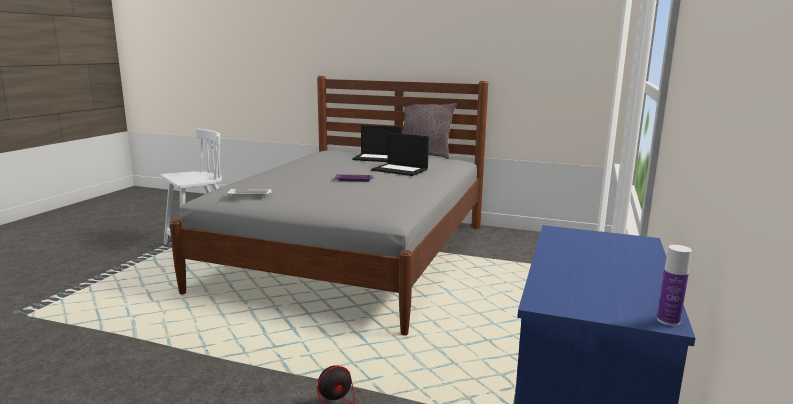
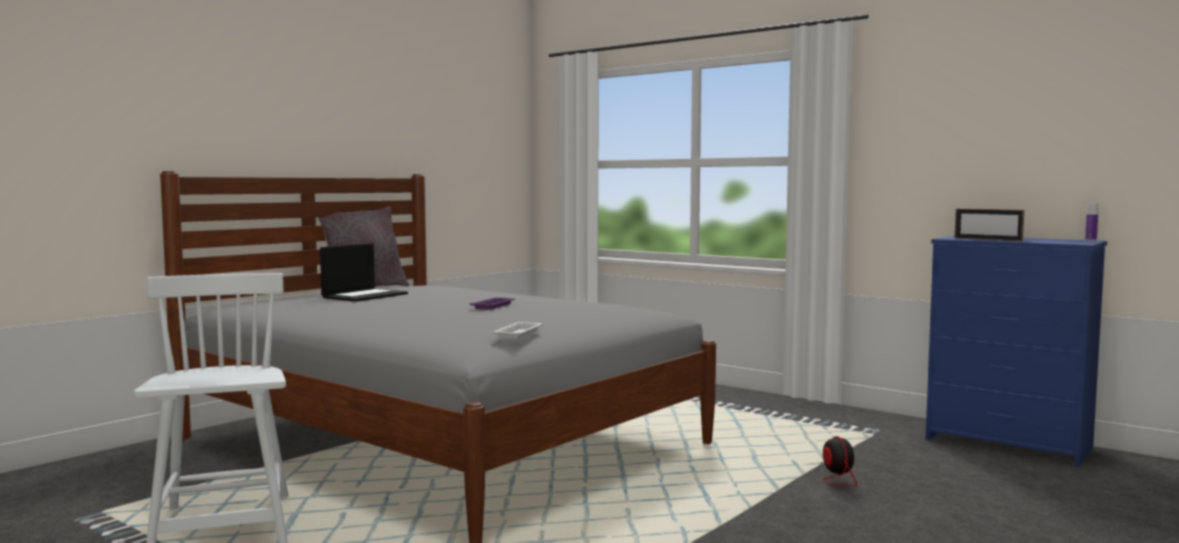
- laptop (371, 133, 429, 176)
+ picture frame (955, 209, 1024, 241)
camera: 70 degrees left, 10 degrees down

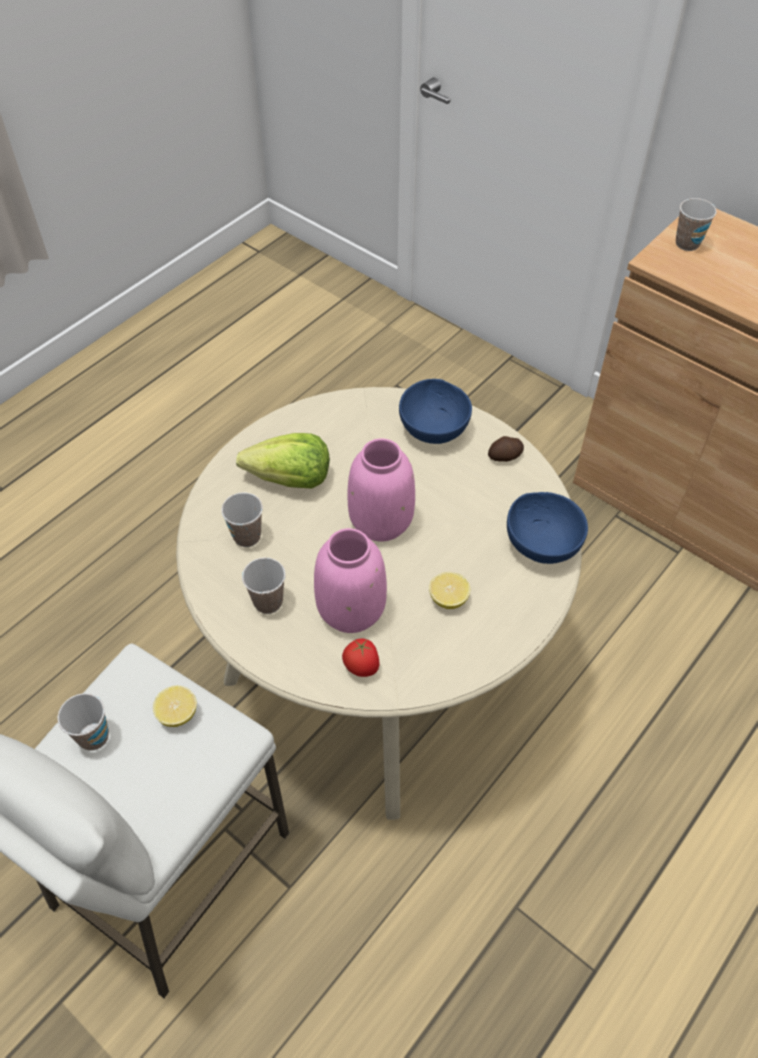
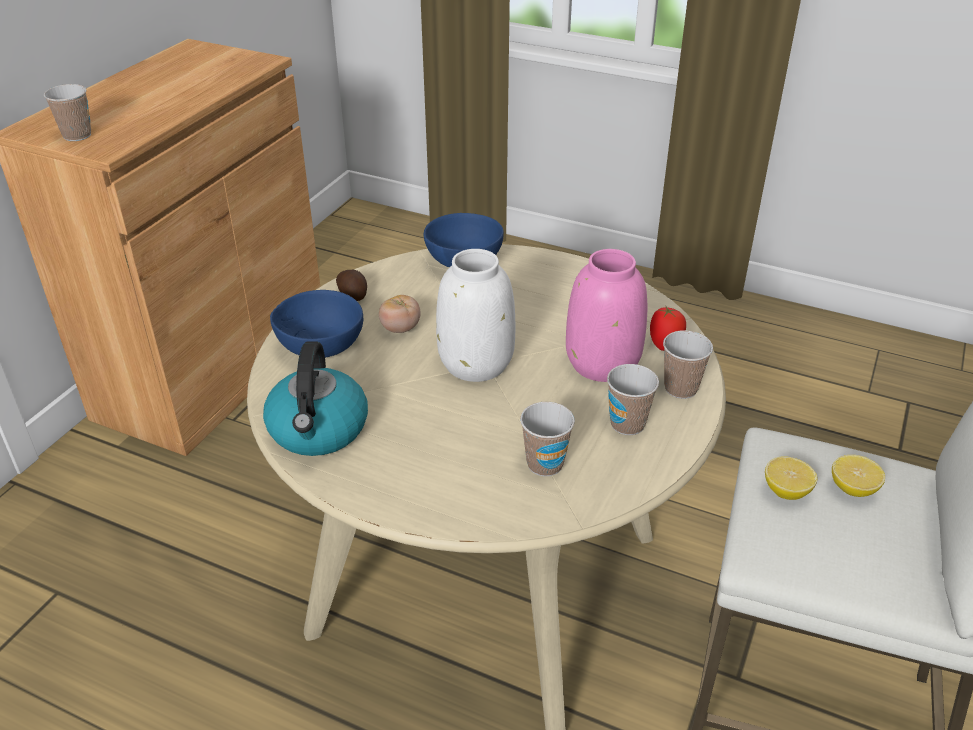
~ cup (57, 693, 109, 751) to (663, 330, 713, 399)
- lettuce (236, 433, 330, 489)
~ pink vase (348, 438, 415, 541) to white vase (436, 249, 515, 382)
~ lemon (429, 572, 470, 609) to (832, 455, 885, 497)
+ kettle (263, 342, 368, 456)
+ tomato (379, 295, 421, 333)
camera: 105 degrees left, 15 degrees down

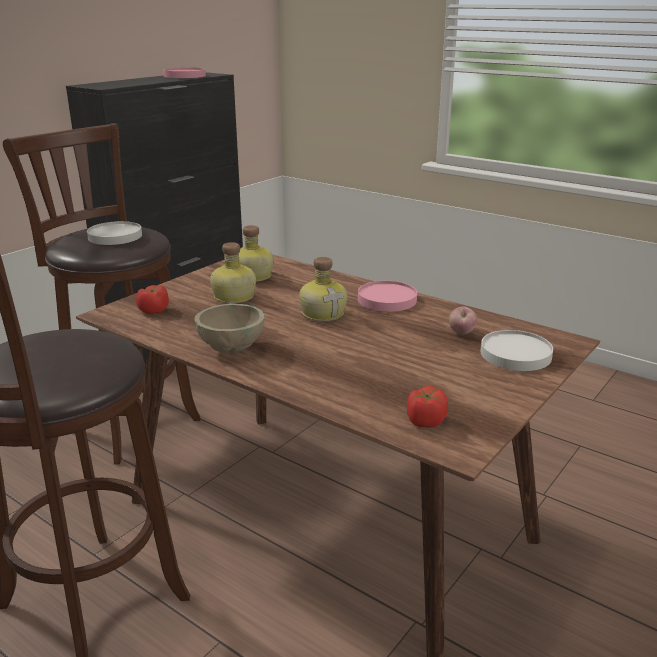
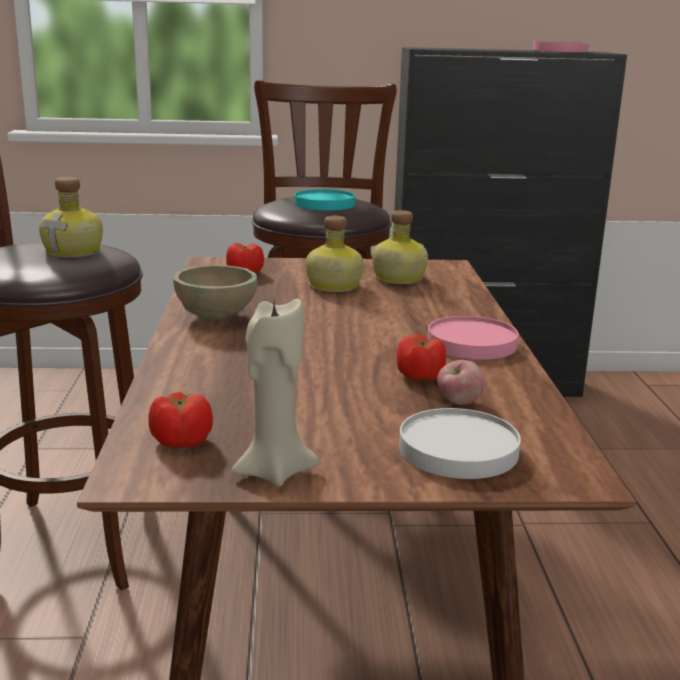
~ white plate (87, 221, 142, 245) to turquoise plate (295, 189, 355, 210)
~ bottle (299, 257, 347, 321) to (39, 177, 103, 258)
+ beige candle (231, 299, 319, 487)
+ tomato (397, 335, 446, 381)
camera: 50 degrees right, 5 degrees down

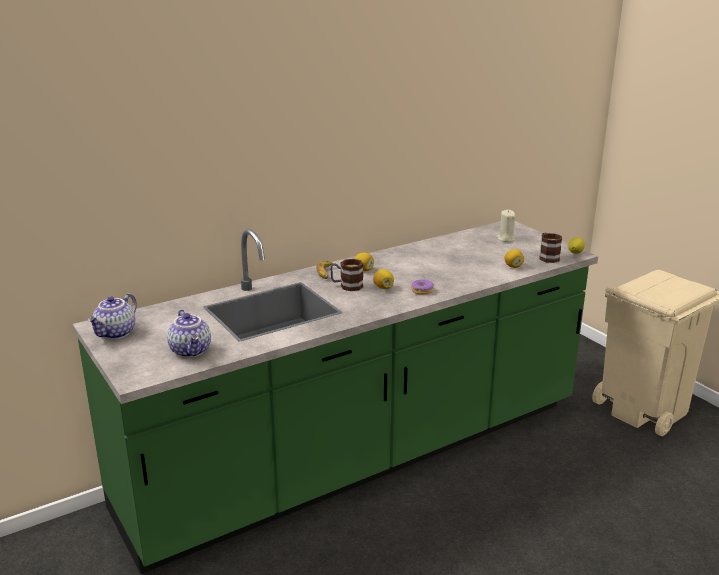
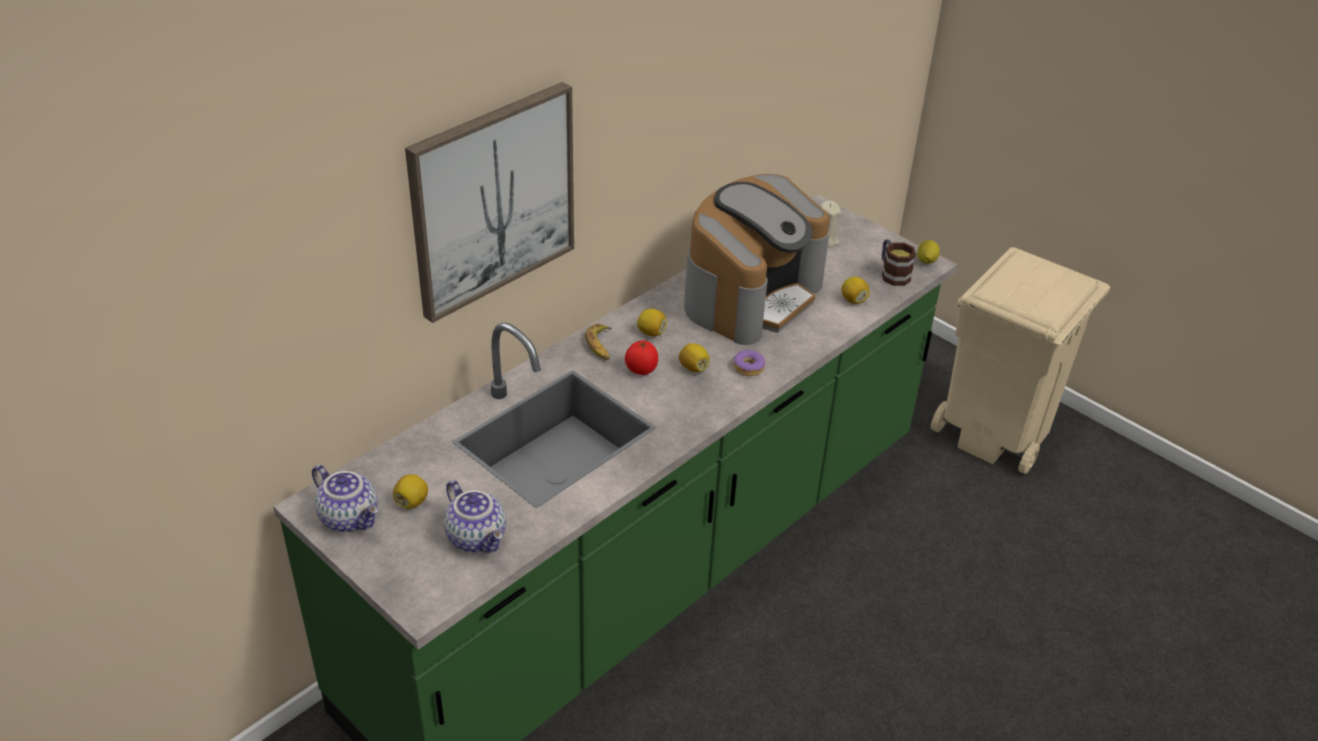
~ teapot (87, 293, 137, 339) = (312, 465, 378, 532) 60 degrees counterclockwise
~ mug (330, 259, 363, 291) to tomato (625, 340, 658, 375)
+ lemon (393, 474, 428, 509)
+ picture (405, 82, 574, 323)
+ coffee machine (684, 174, 830, 345)
camera: 15 degrees left, 15 degrees up

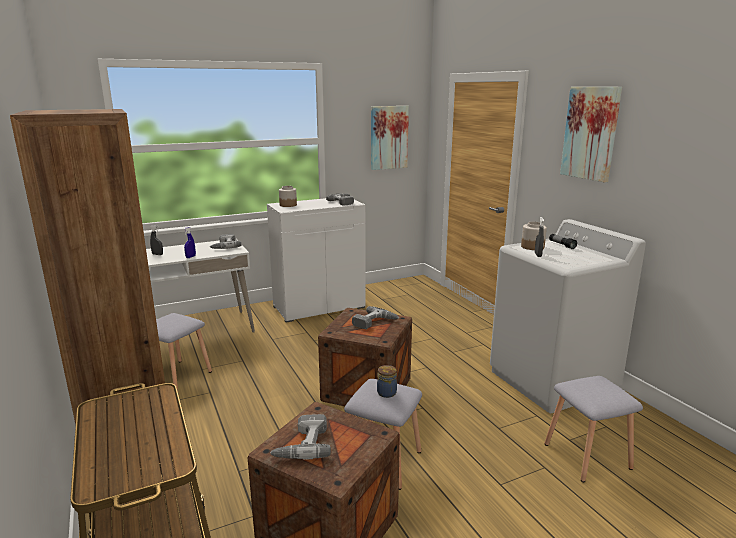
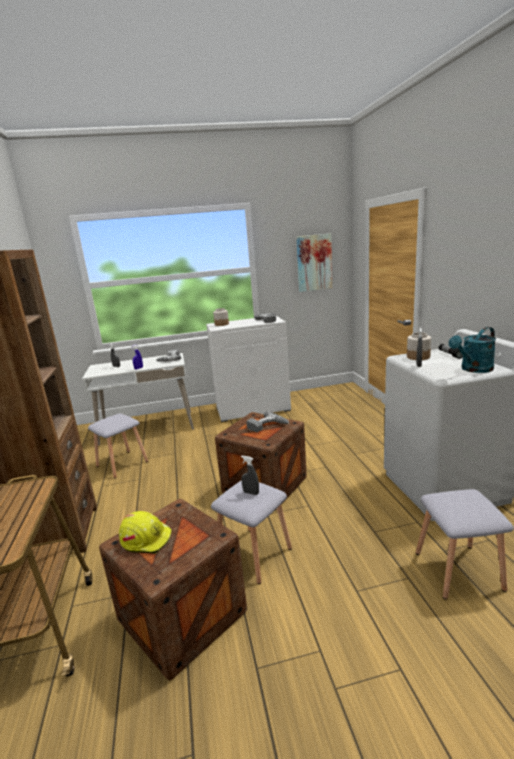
~ power drill (270, 414, 331, 460) to yellow hard hat (119, 511, 172, 554)
~ jar (377, 365, 397, 398) to grey spray bottle (241, 456, 259, 495)
- picture (560, 87, 622, 182)
+ turquoise watering can (449, 327, 496, 373)
camera: 15 degrees right, 0 degrees up

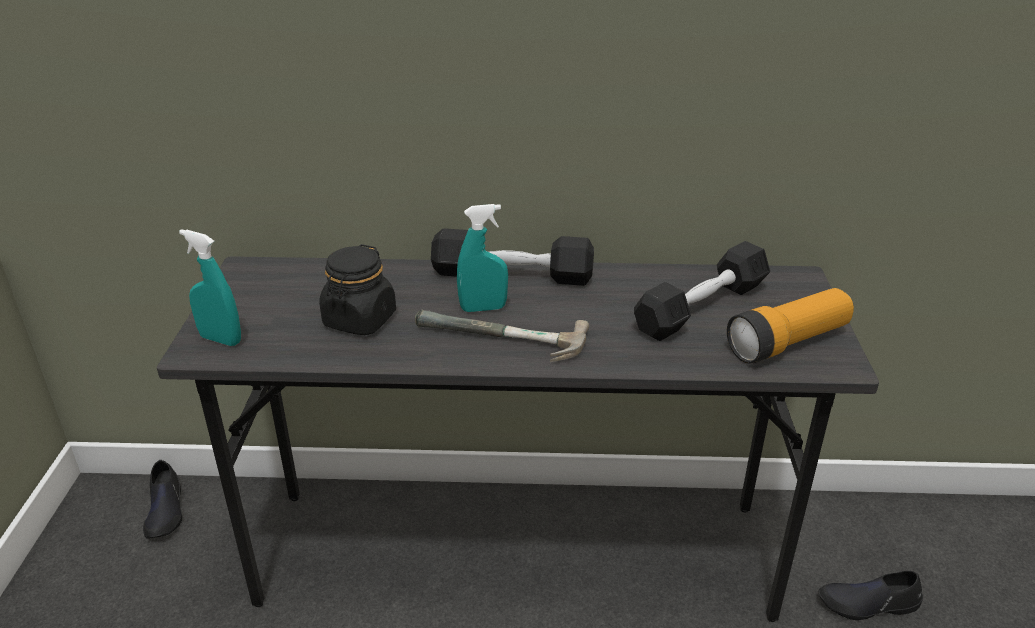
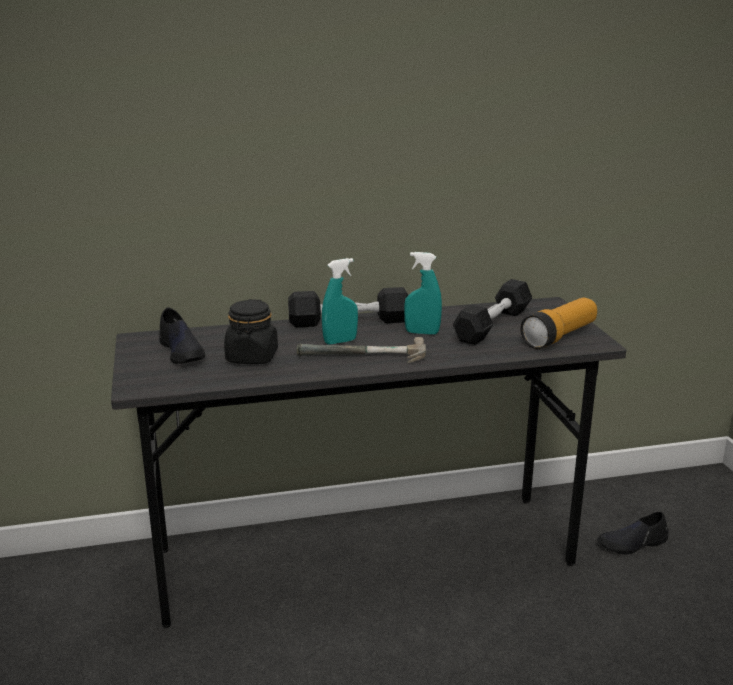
~ black shoe (143, 460, 182, 539) to (159, 307, 205, 364)
~ turquoise spray bottle (179, 229, 241, 346) to (404, 252, 442, 335)
camera: 15 degrees left, 10 degrees down

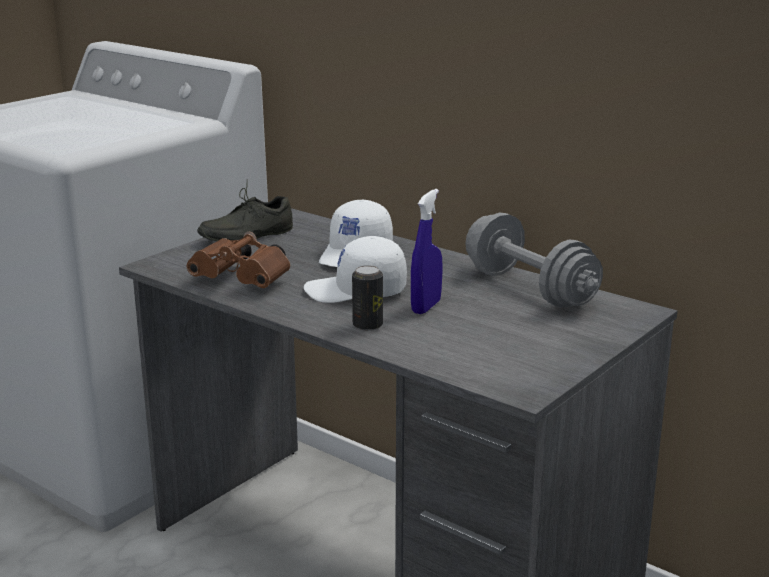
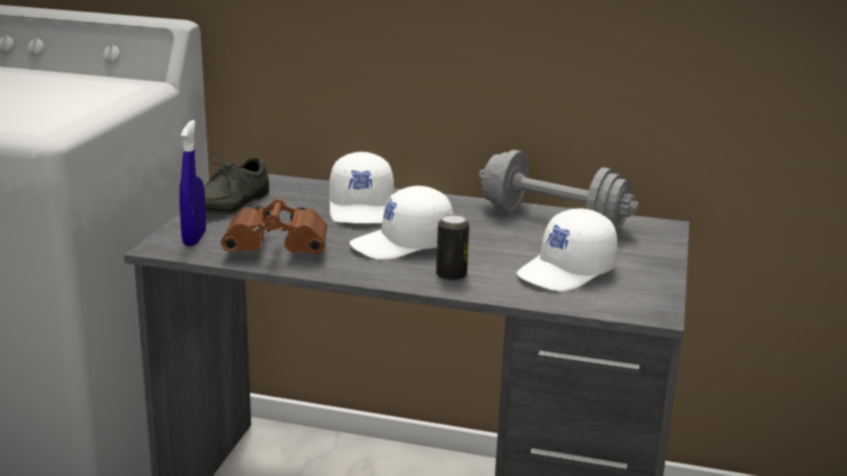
~ blue spray bottle (411, 189, 442, 314) to (179, 120, 206, 246)
+ white cap (516, 208, 618, 292)
camera: 25 degrees left, 0 degrees up

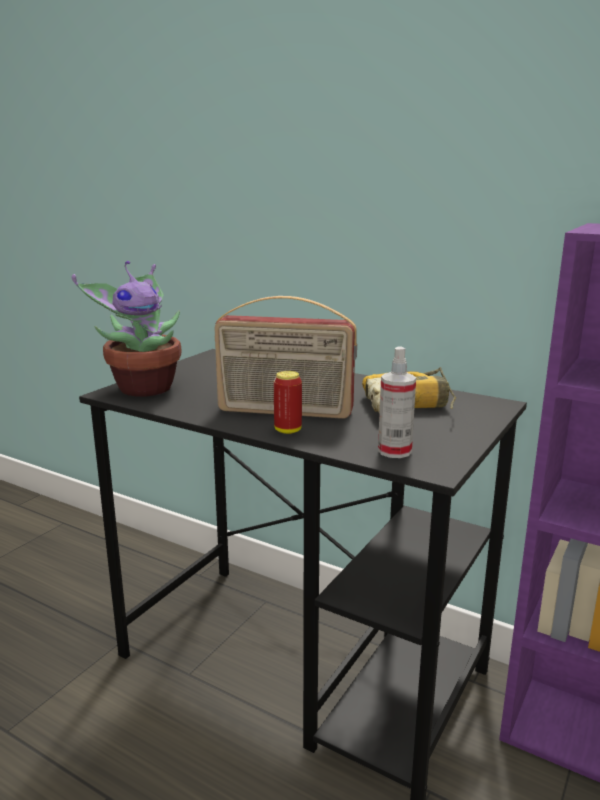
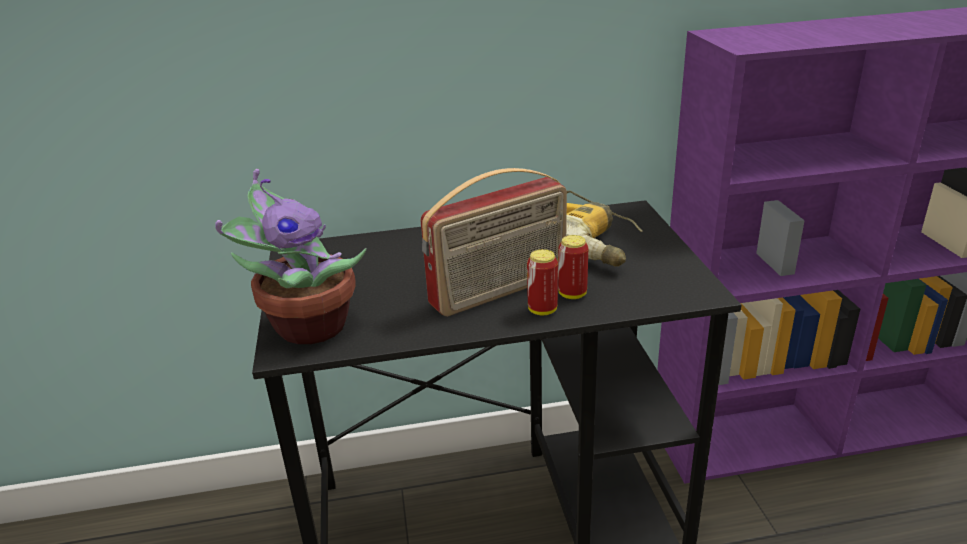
- spray bottle (378, 346, 416, 458)
+ can (558, 235, 588, 299)
camera: 40 degrees left, 10 degrees up

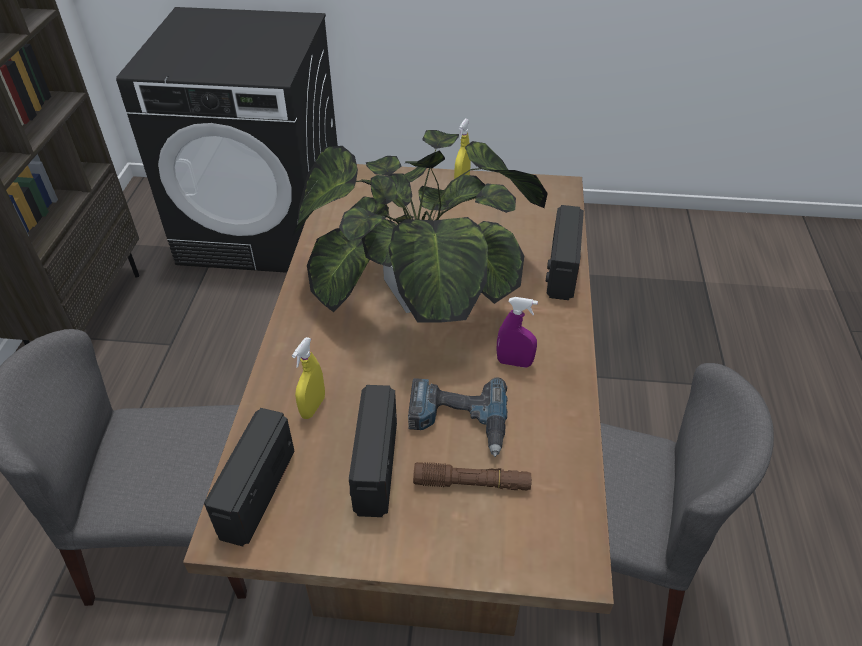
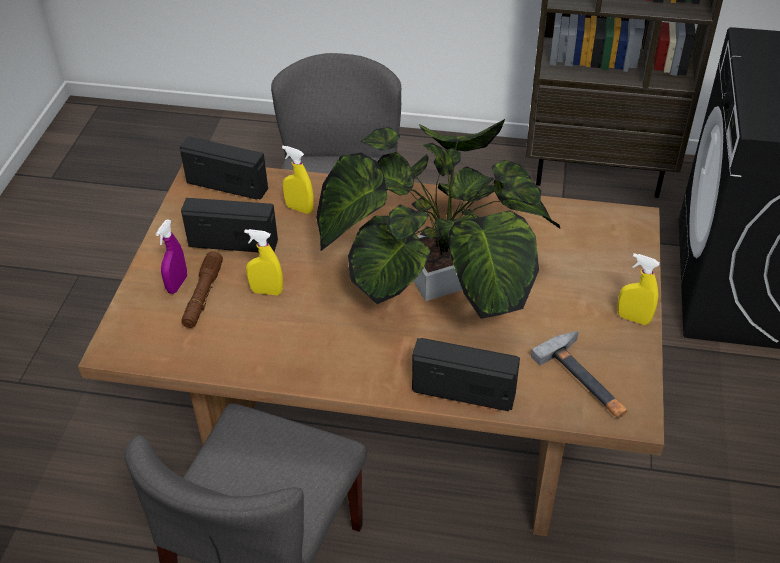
~ power drill (408, 377, 508, 457) to yellow spray bottle (244, 229, 283, 295)
~ purple spray bottle (496, 297, 538, 368) to (156, 219, 187, 294)
+ hammer (531, 331, 627, 418)
camera: 95 degrees right, 0 degrees up

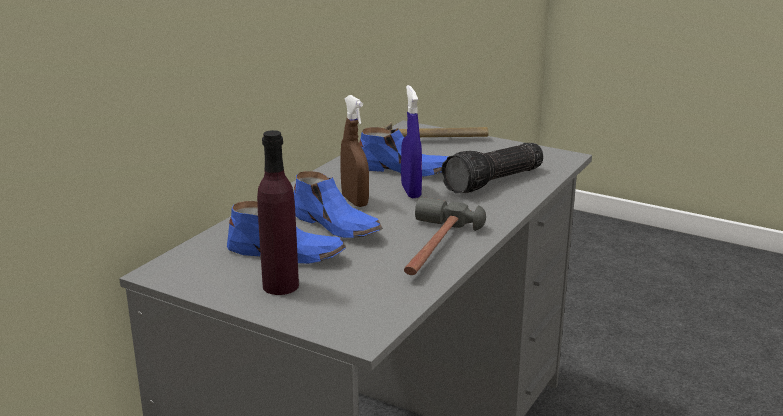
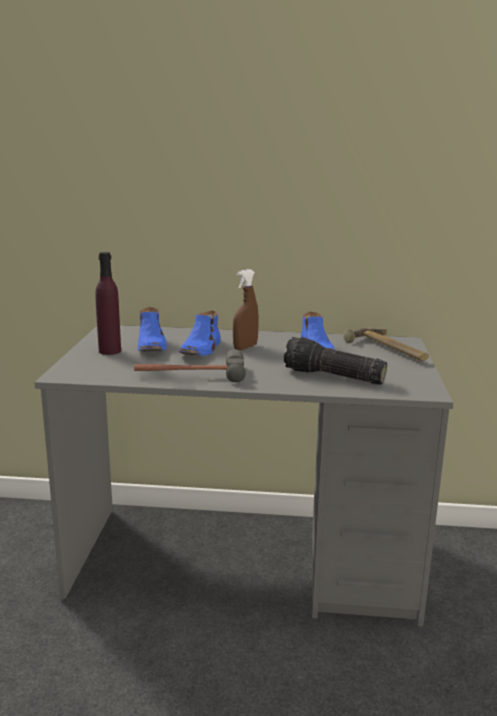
- blue spray bottle (401, 85, 422, 198)
camera: 65 degrees right, 5 degrees down

